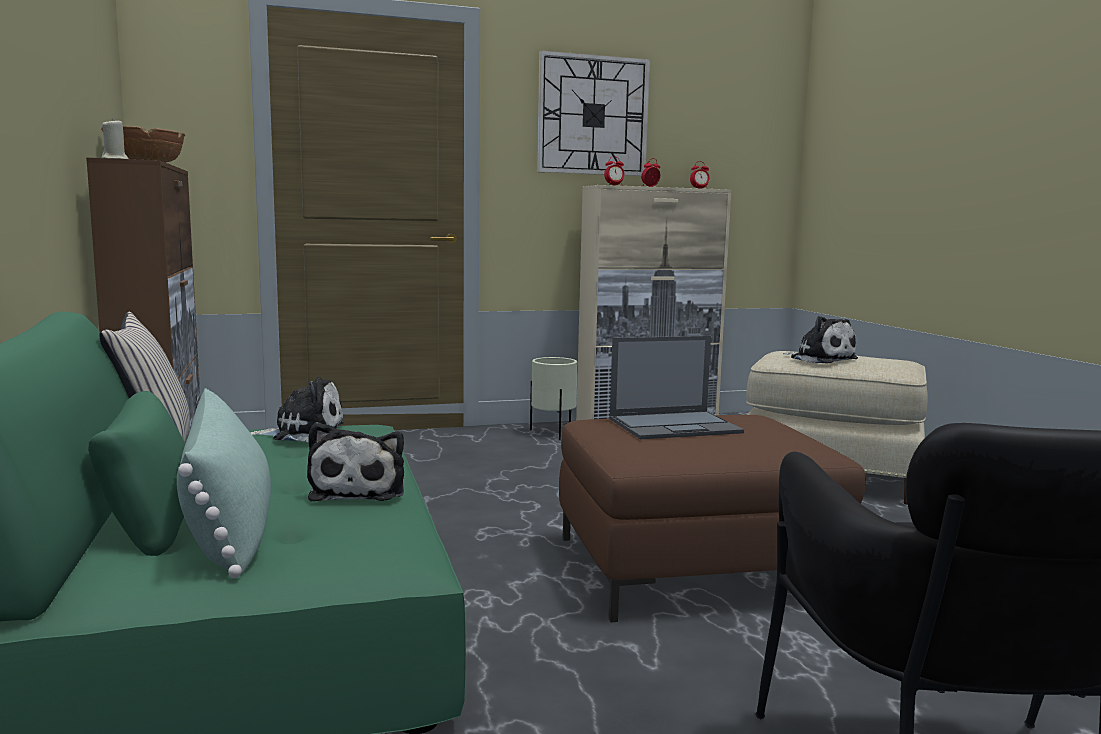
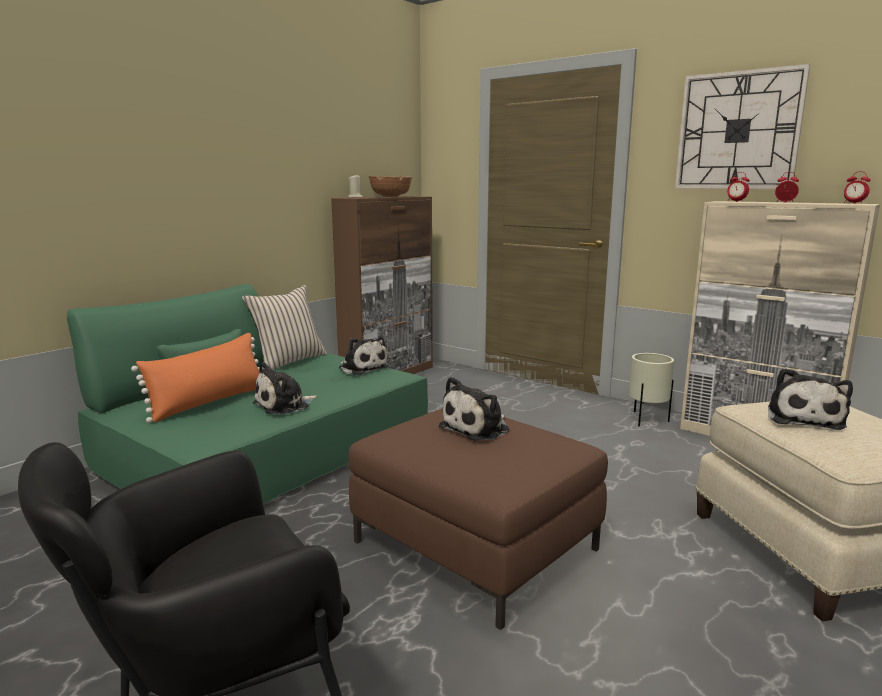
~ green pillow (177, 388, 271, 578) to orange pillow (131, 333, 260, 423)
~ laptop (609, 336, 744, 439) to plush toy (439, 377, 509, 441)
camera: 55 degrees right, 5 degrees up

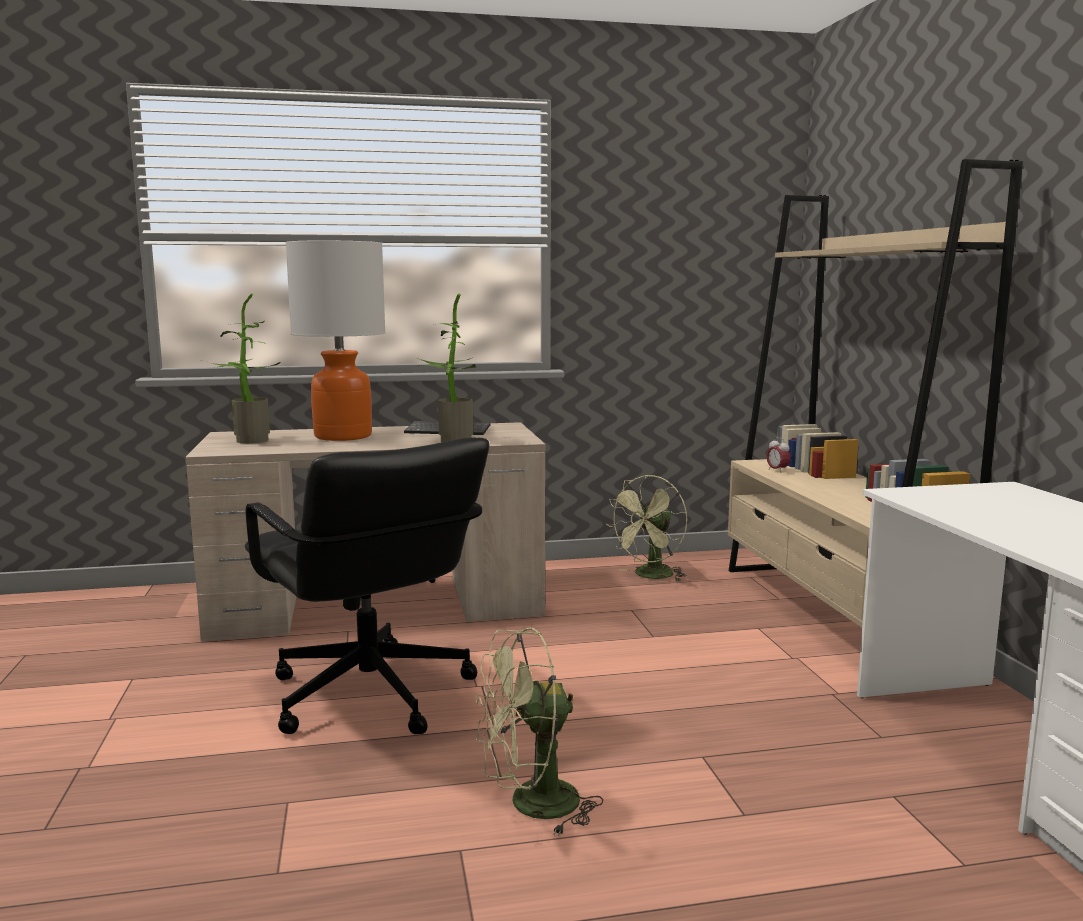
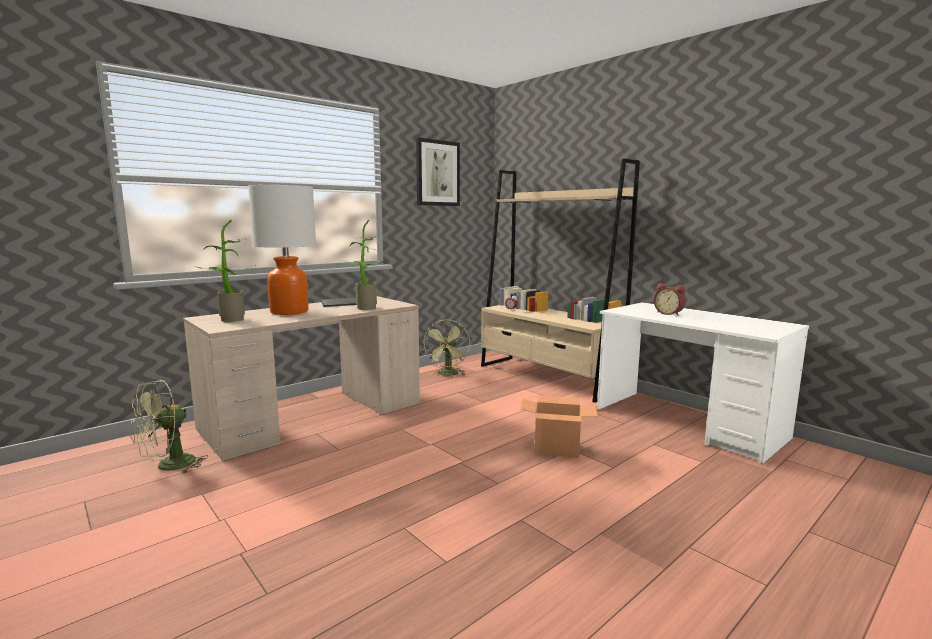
- black office chair (245, 437, 489, 734)
~ green fan (475, 628, 603, 836) to (131, 380, 208, 474)
+ picture (416, 137, 460, 206)
+ cardboard box (521, 395, 598, 458)
+ alarm clock (654, 283, 686, 316)
camera: 30 degrees left, 0 degrees up

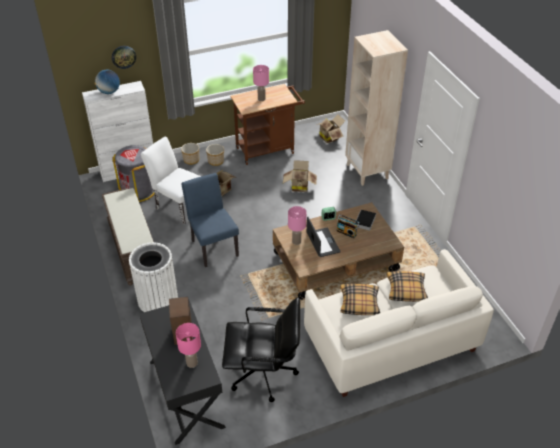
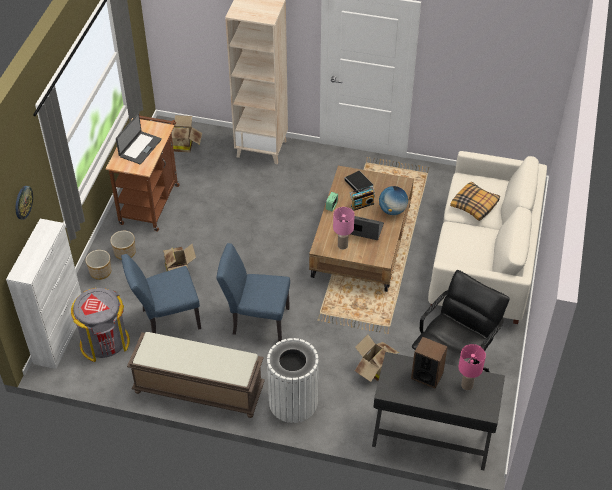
~ globe (95, 70, 120, 94) to (379, 186, 408, 215)
~ white chair (141, 137, 201, 224) to blue chair (121, 254, 201, 333)
~ pink table lamp (253, 65, 269, 101) to laptop (116, 114, 162, 165)
~ cardboard box (283, 160, 317, 192) to (355, 335, 399, 382)
- pillow (340, 284, 380, 315)
camera: 55 degrees left, 5 degrees up

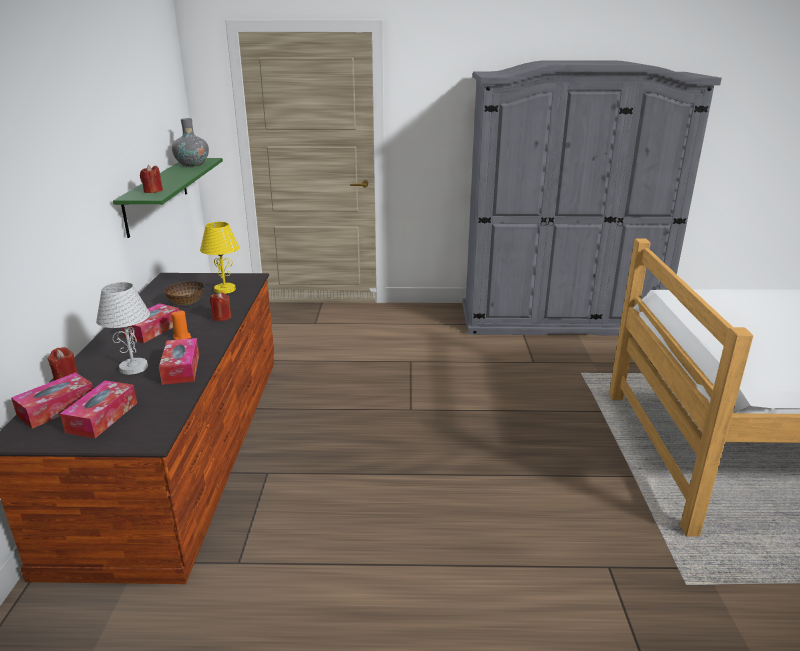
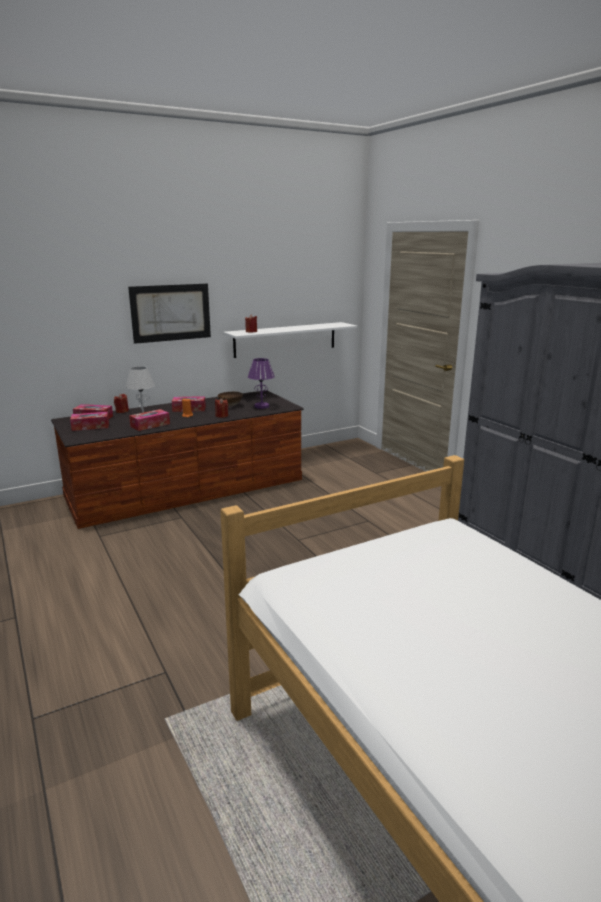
~ green shelf (113, 158, 223, 238) to white shelf (223, 322, 357, 358)
- grey vase (172, 118, 209, 167)
~ yellow table lamp (200, 222, 240, 294) to purple table lamp (248, 358, 275, 409)
+ picture (128, 284, 211, 344)
camera: 60 degrees right, 5 degrees down

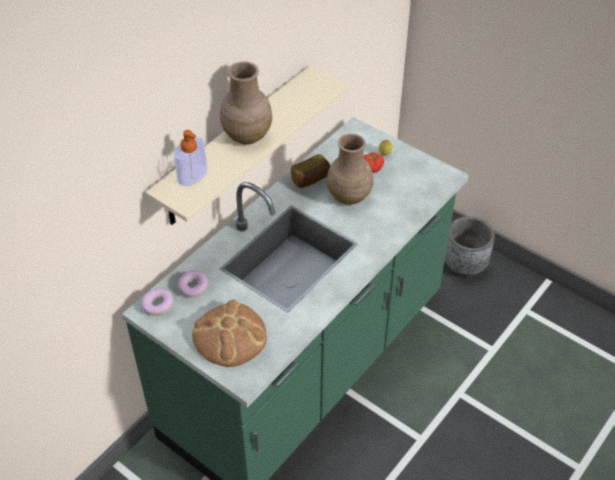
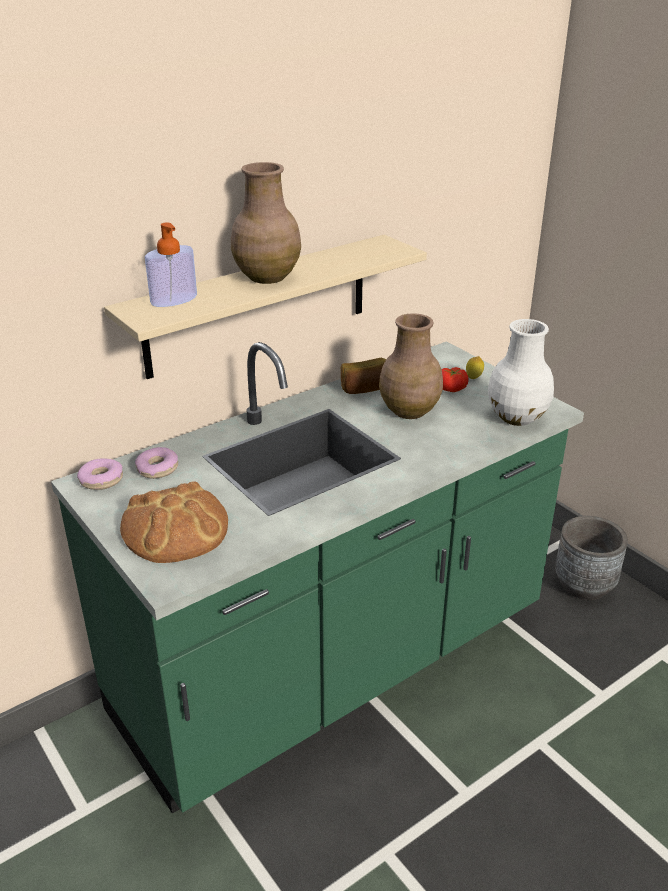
+ white vase (488, 319, 554, 426)
camera: 15 degrees right, 15 degrees down

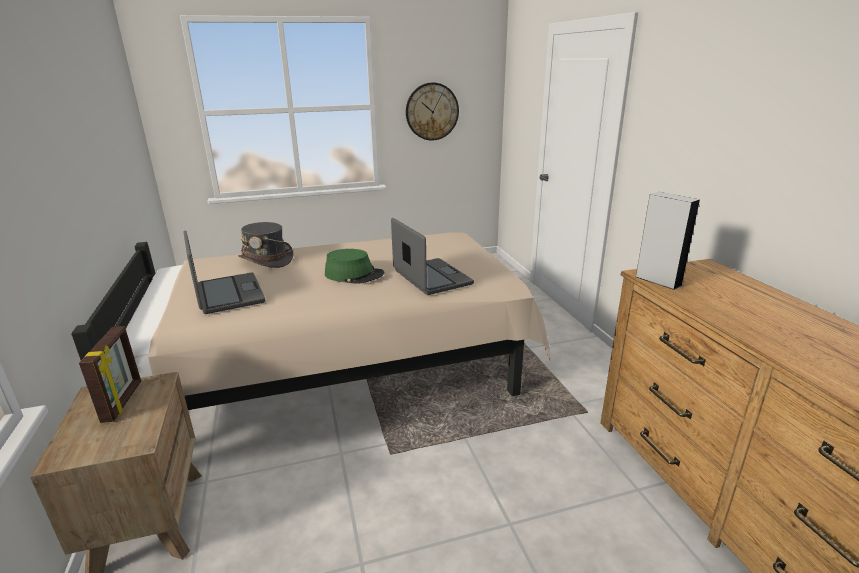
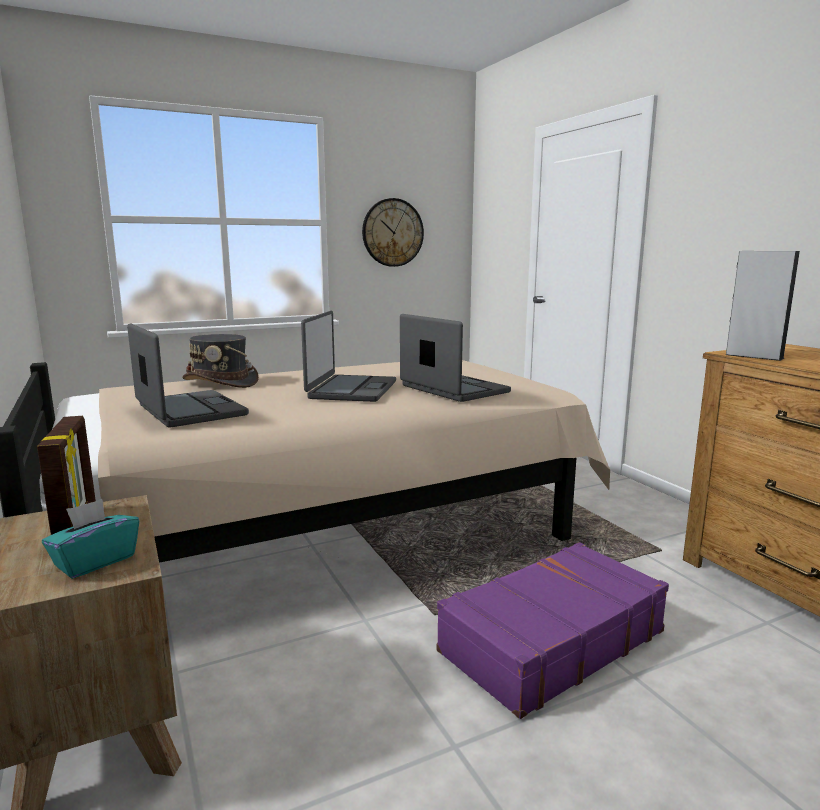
~ green hat (325, 249, 385, 284) to laptop (301, 310, 396, 402)
+ turquoise tissue box (42, 499, 139, 579)
+ purple suitcase (437, 542, 669, 719)
camera: 10 degrees left, 10 degrees down

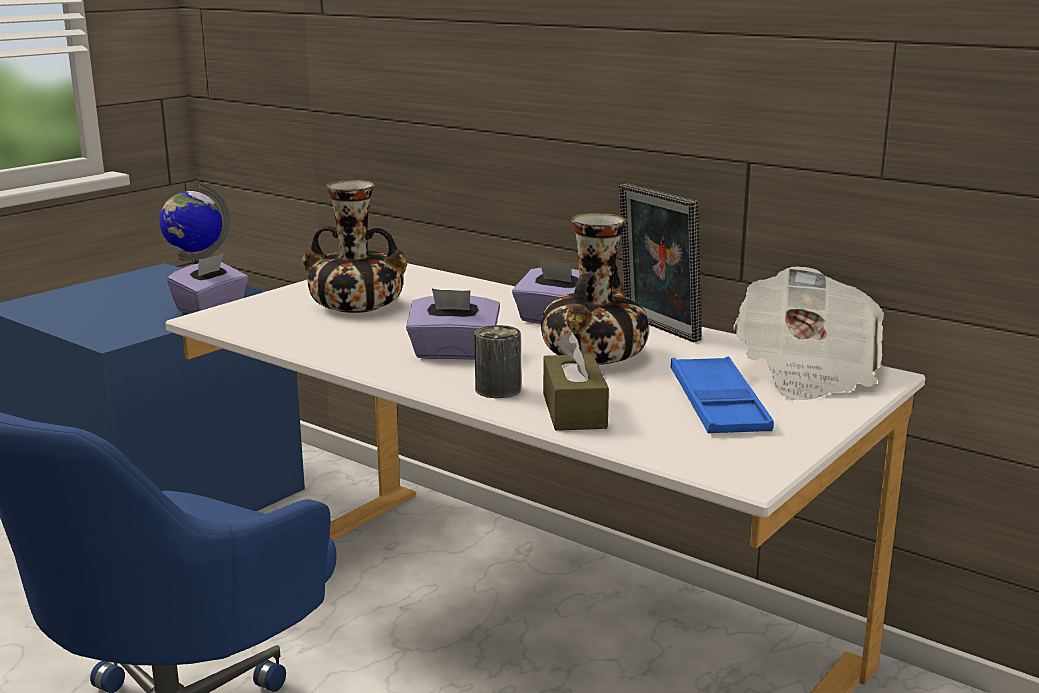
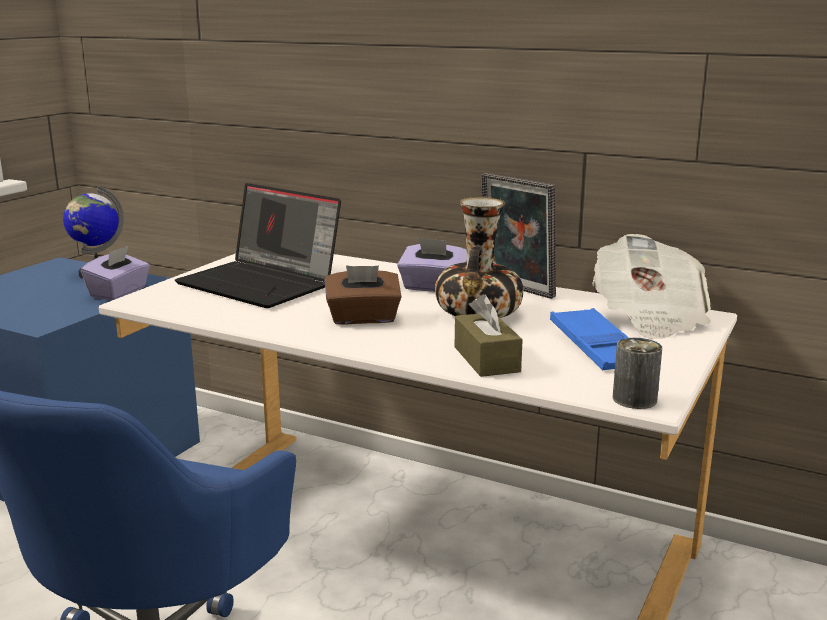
~ vase (302, 180, 407, 313) to laptop (175, 183, 341, 308)
~ purple tissue box (406, 289, 500, 360) to brown tissue box (325, 265, 402, 325)
~ can (475, 325, 521, 398) to (613, 338, 662, 409)
camera: 10 degrees left, 0 degrees up

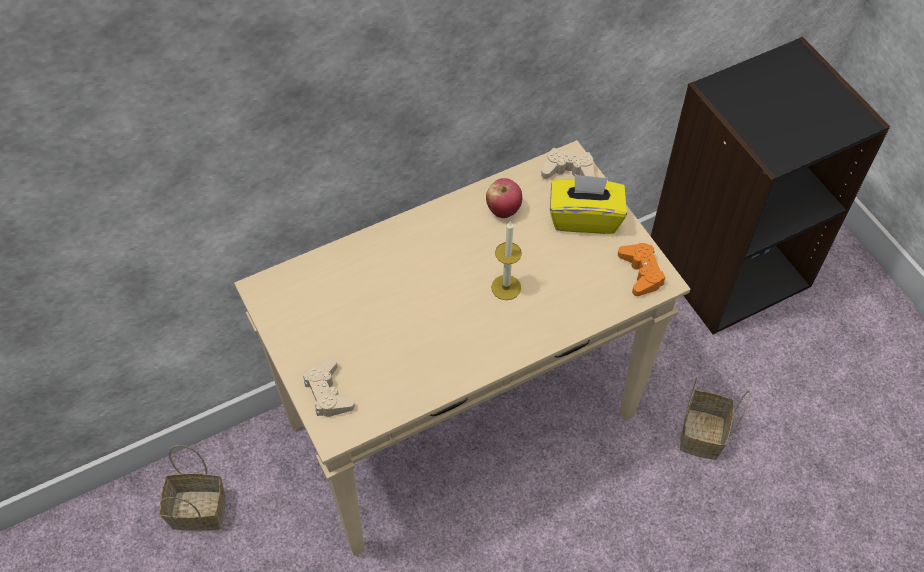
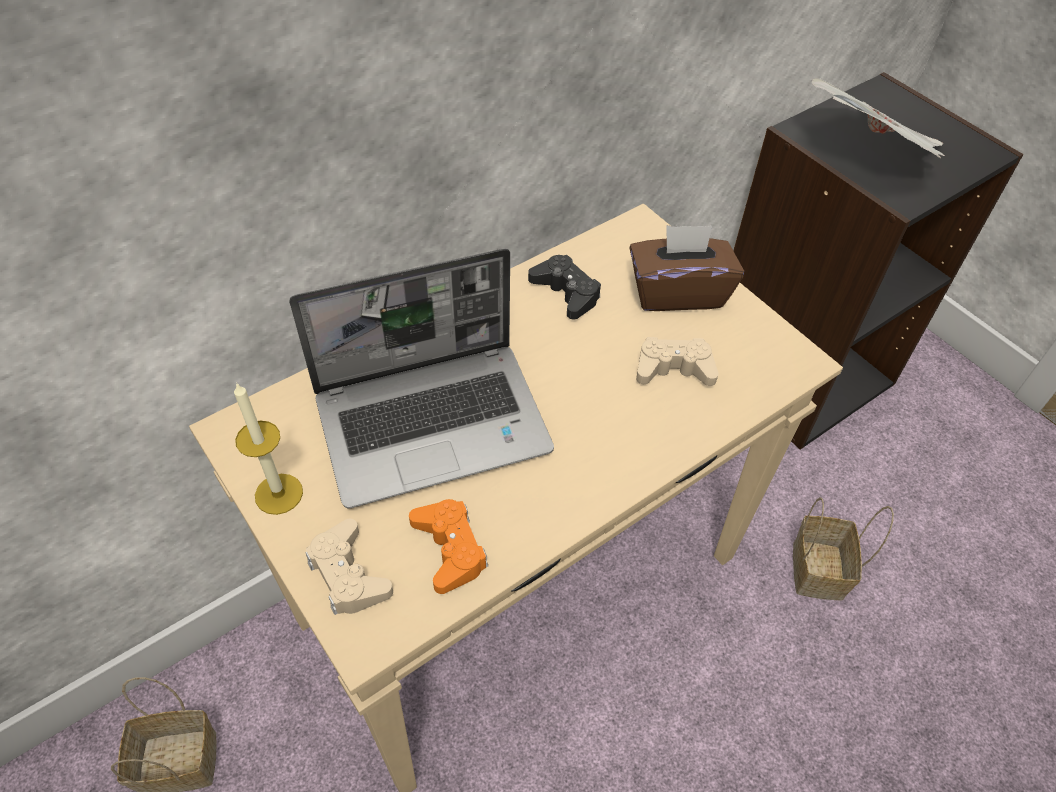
~ apple (486, 178, 522, 218) to black game controller (528, 255, 601, 319)
~ candle (491, 221, 522, 300) to (234, 382, 303, 515)
~ beige game controller (541, 148, 595, 179) to (636, 337, 719, 386)
~ yellow tissue box (550, 174, 627, 234) to brown tissue box (629, 225, 744, 311)
~ orange game controller (618, 243, 665, 296) to (409, 499, 488, 594)
+ laptop (289, 249, 554, 508)
+ newspaper (812, 78, 945, 158)
camera: 10 degrees left, 5 degrees down

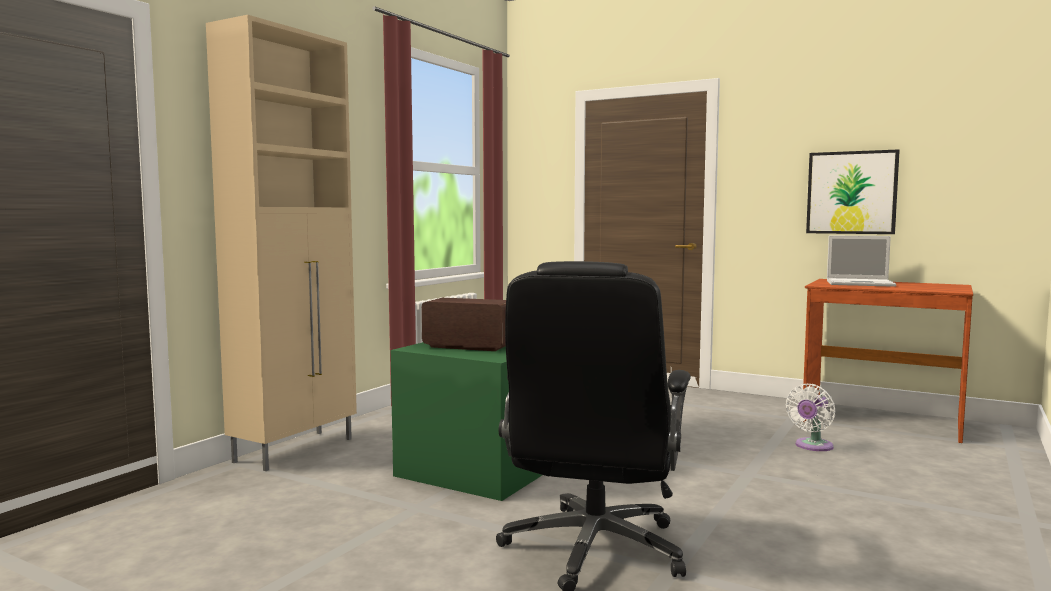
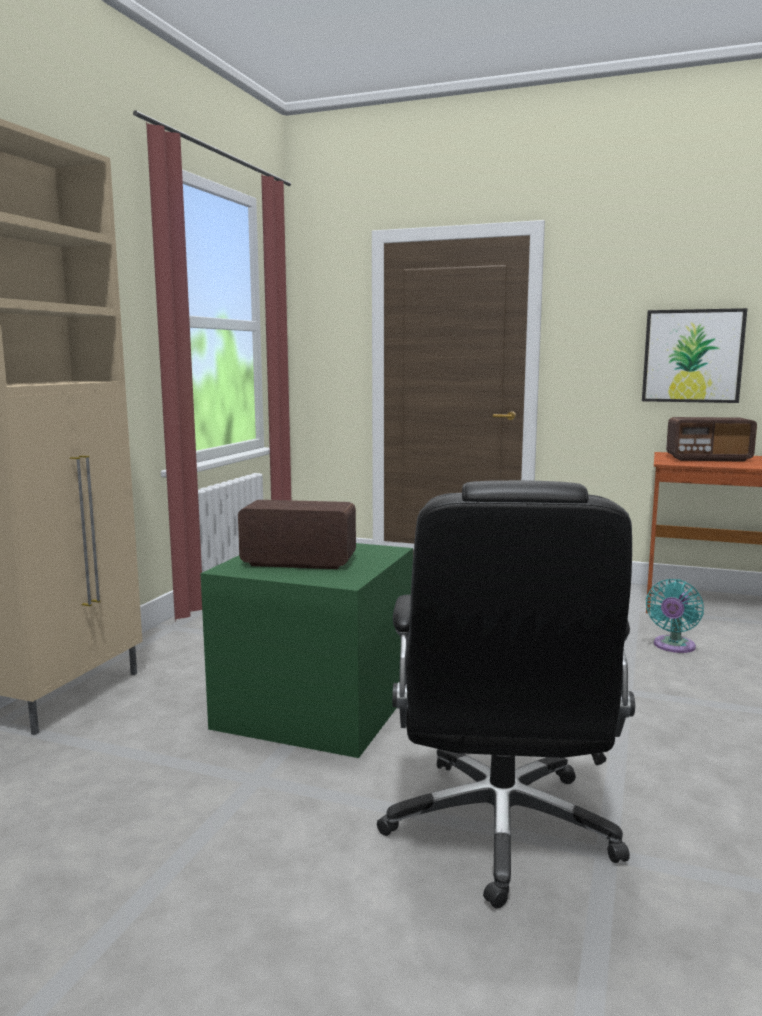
~ white fan (786, 384, 835, 451) to turquoise fan (646, 579, 704, 653)
~ laptop (827, 236, 896, 287) to radio (666, 417, 757, 462)
camera: 10 degrees left, 5 degrees up

